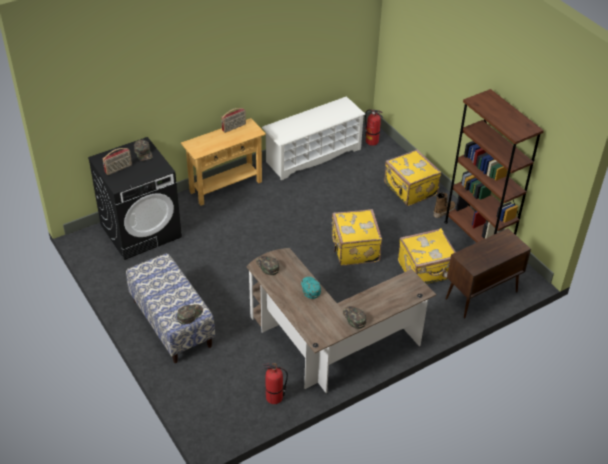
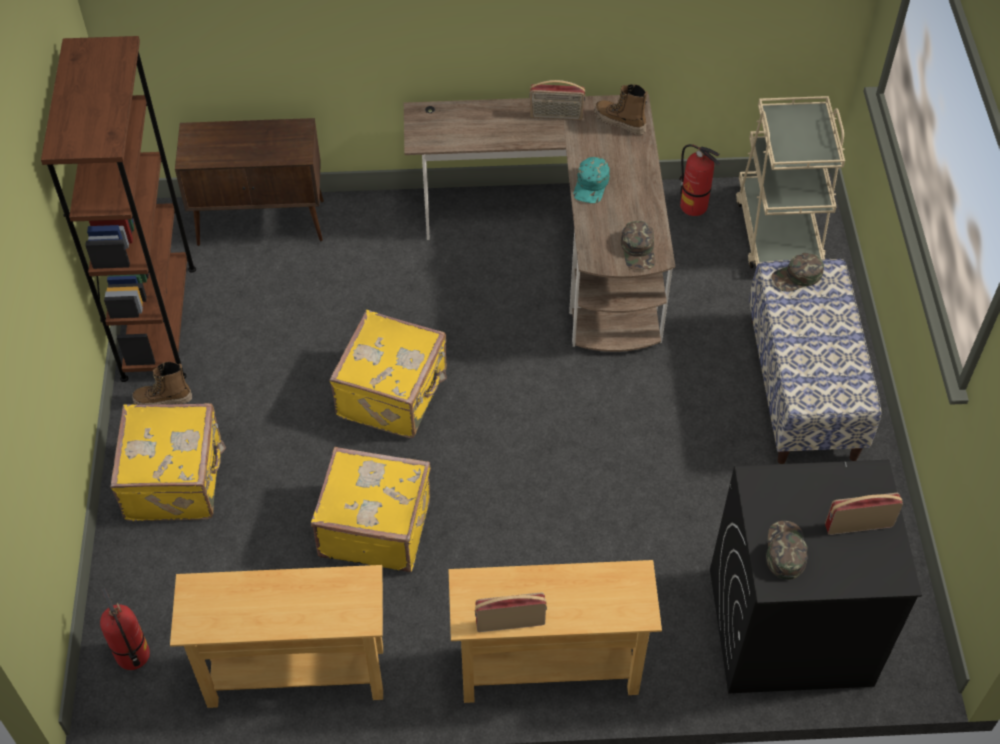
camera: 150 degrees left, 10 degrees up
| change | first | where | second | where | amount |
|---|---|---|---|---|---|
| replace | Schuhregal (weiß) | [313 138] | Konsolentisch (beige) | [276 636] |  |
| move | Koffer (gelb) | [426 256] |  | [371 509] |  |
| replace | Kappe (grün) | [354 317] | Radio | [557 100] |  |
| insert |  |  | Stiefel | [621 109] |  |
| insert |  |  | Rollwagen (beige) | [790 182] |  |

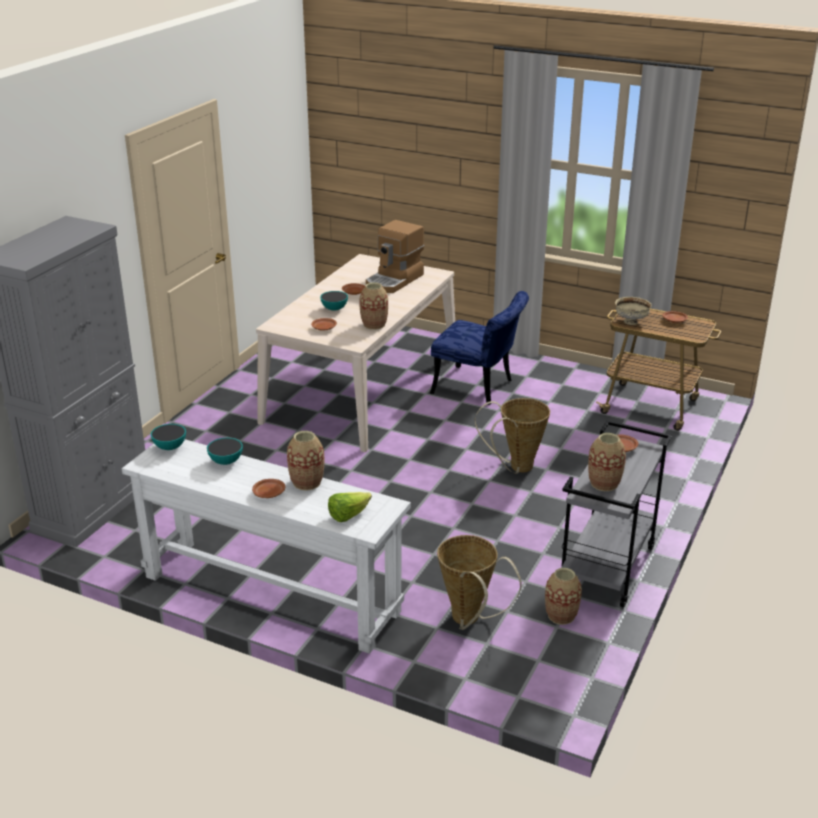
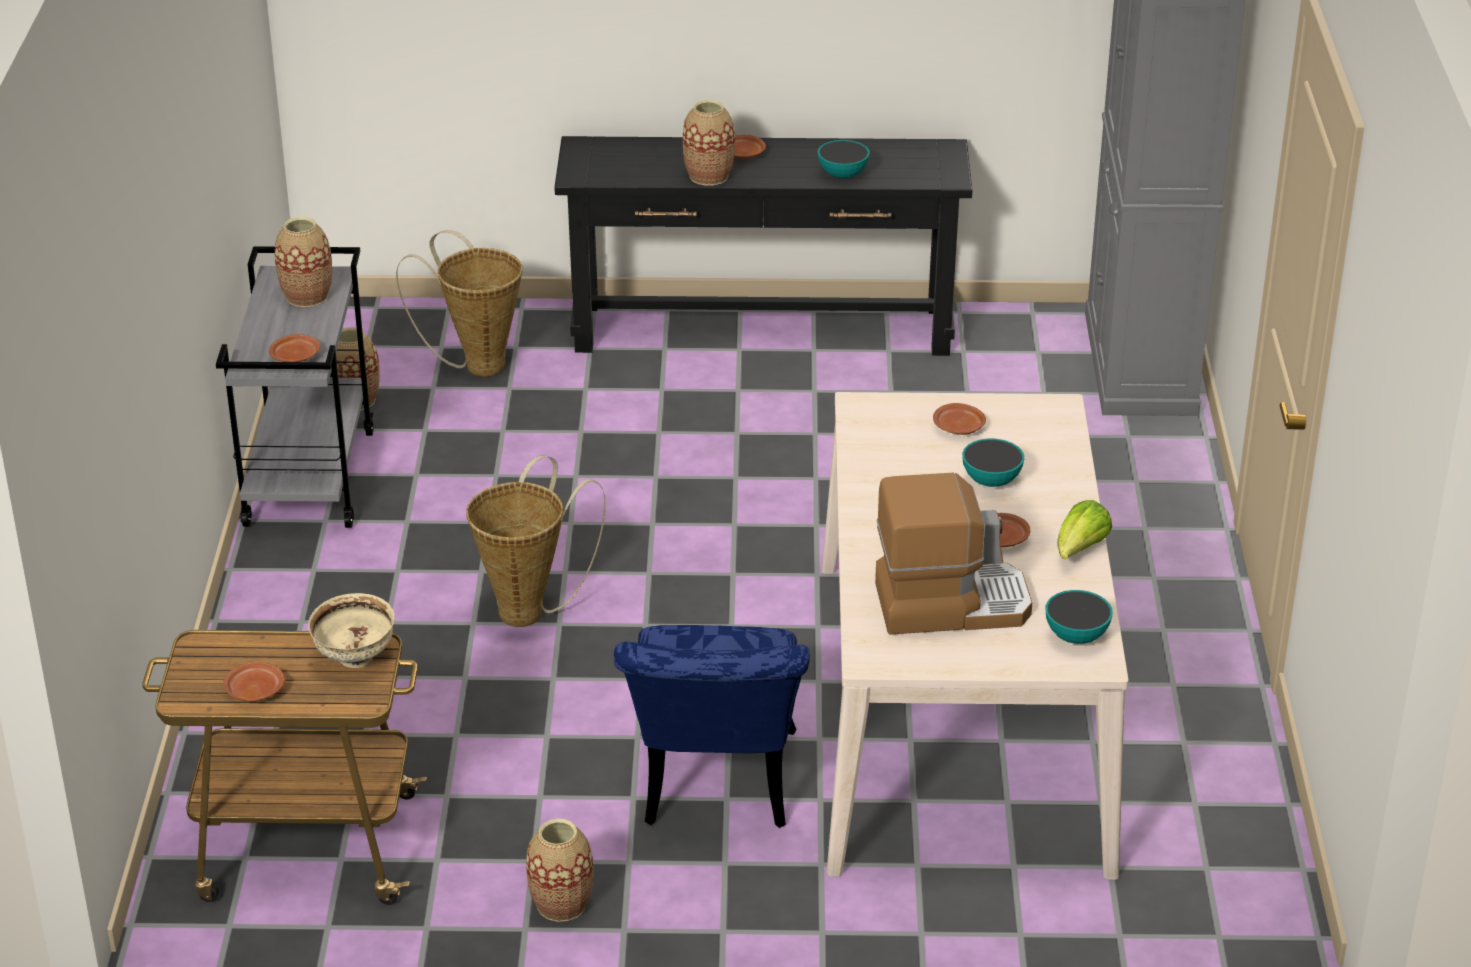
camera: 155 degrees right, 5 degrees up
| change | first | where | second | where | amount |
|---|---|---|---|---|---|
| move | Vase | [373 306] |  | [559 870] |  |
| recolor | Konsolentisch (weiß) | [266 546] | Konsolentisch (schwarz) | [763 246] |  |
| rotate | Stuhl (blau) | [479 348] |  | [712 726] | 90 degrees counterclockwise |
| rotate | Kaffeemaschine | [395 256] |  | [953 554] | 75 degrees clockwise |
| move | Schüssel | [168 437] |  | [1079 617] |  |
| move | Salatkopf | [350 507] |  | [1084 529] |  |

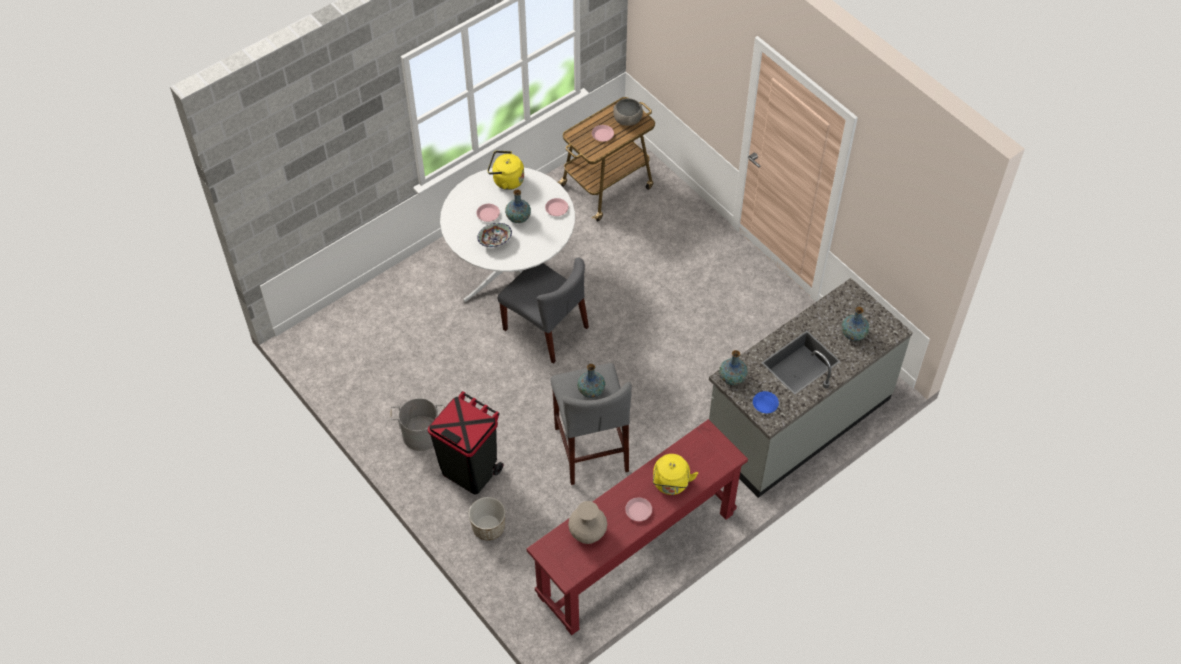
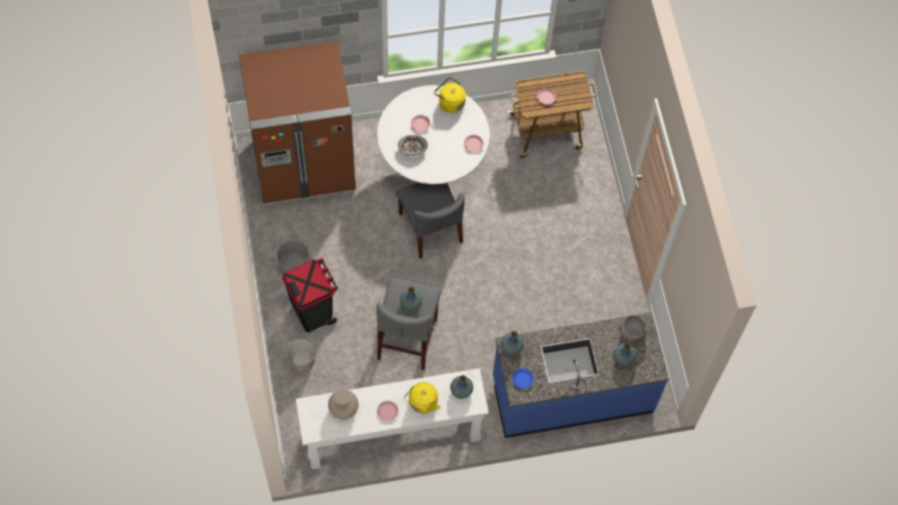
camera: 25 degrees right, 10 degrees up
| change | first | where | second | where | amount |
|---|---|---|---|---|---|
| insert |  |  | Kühlschrank (braun) | [297 123] |  |
| recolor | Konsolentisch (rot) | [637 527] | Konsolentisch (weiß) | [392 418] |  |
| move | Vase | [518 206] |  | [461 387] |  |
| recolor | Küchenzeile (grau) | [811 388] | Küchenzeile (blau) | [581 375] |  |
| move | Schüssel (grau) | [628 112] |  | [633 329] |  |

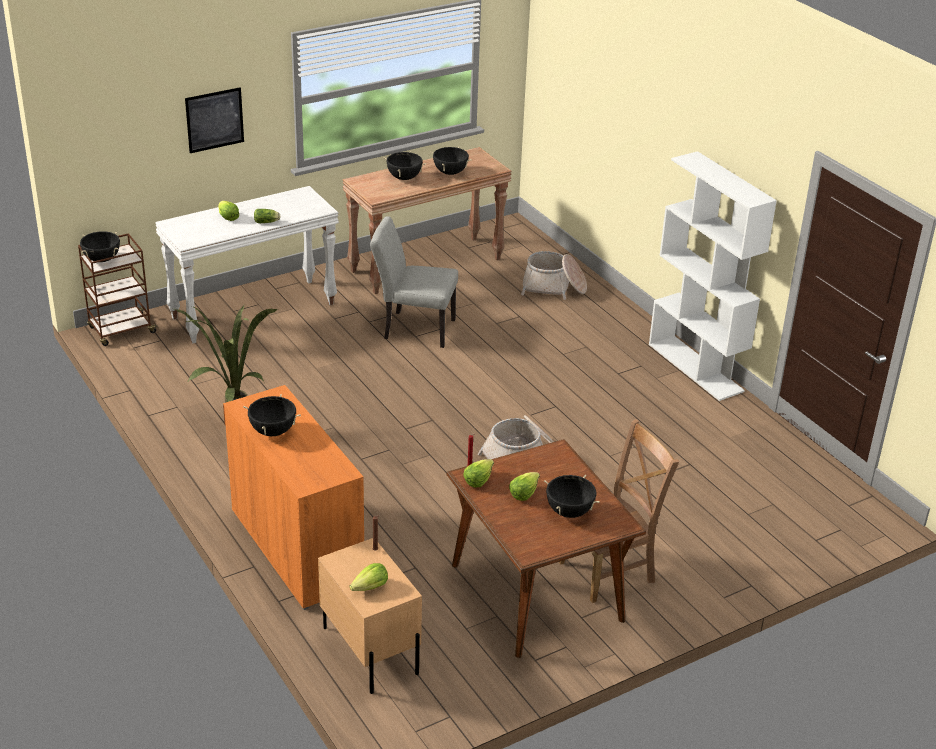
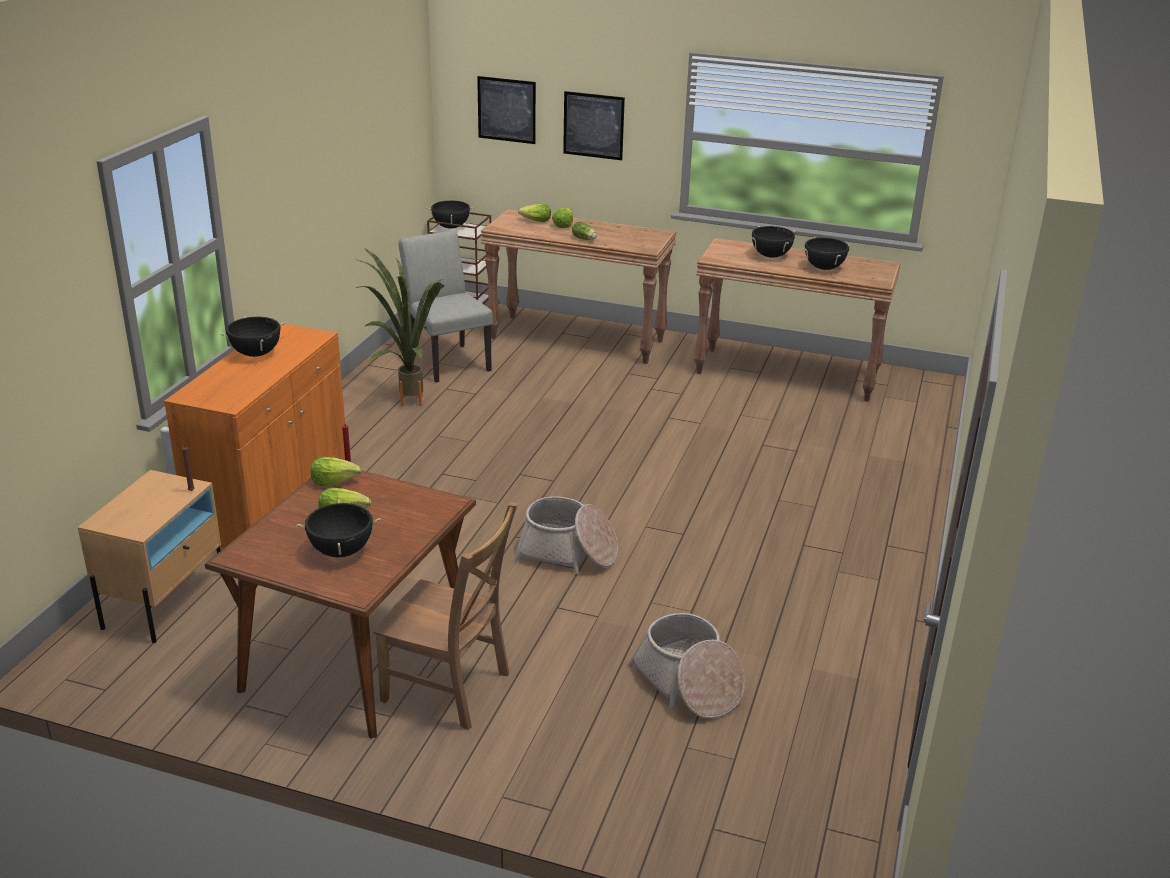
camera: 50 degrees right, 5 degrees down
| change | first | where | second | where | amount |
|---|---|---|---|---|---|
| move | Stuhl (grau) | [414 282] |  | [446 307] |  |
| insert |  |  | Bild | [506 110] |  |
| recolor | Konsolentisch (weiß) | [247 264] | Konsolentisch (braun) | [578 286] |  |
| move | Salatkopf | [369 577] |  | [534 213] |  |
| move | Korb | [554 275] |  | [686 666] |  |
| delete | Bücherregal (weiß) | [713 276] |  |  |  |

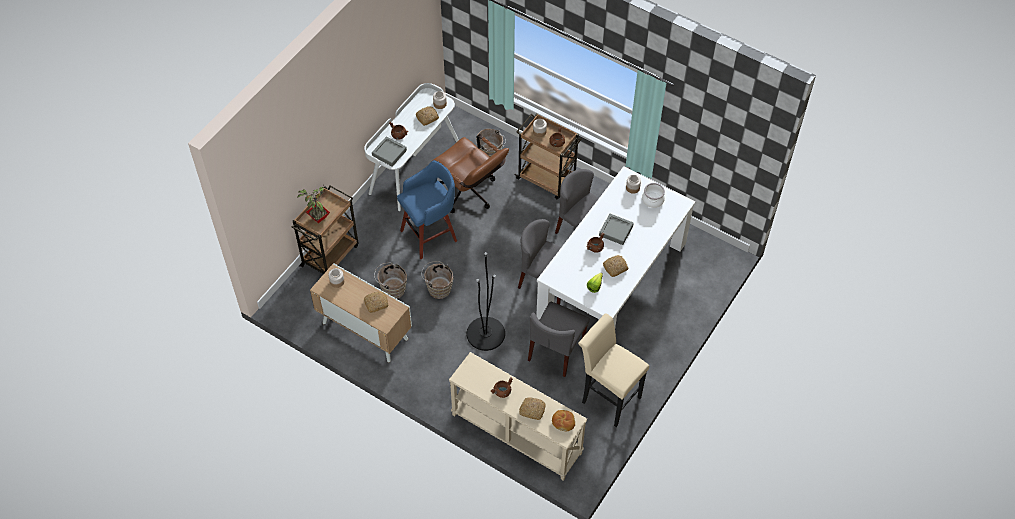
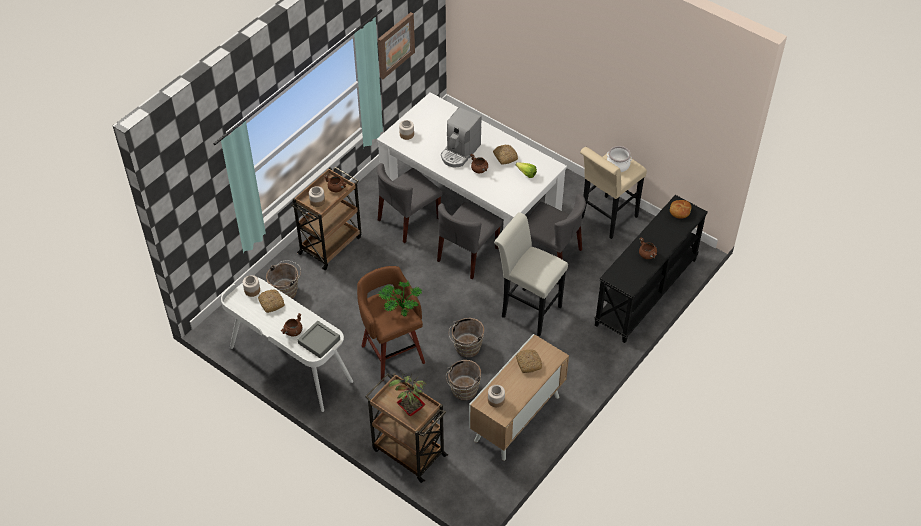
camera: 85 degrees left, 5 degrees down
| change | first | where | second | where | amount |
|---|---|---|---|---|---|
| recolor | Hocker (blau) | [427 209] | Hocker (braun) | [391 323] |  |
| insert |  |  | Bild | [396 45] |  |
| insert |  |  | Topfpflanze | [400 298] |  |
| replace | Tablett (grau) | [616 229] | Kaffeemaschine | [461 137] |  |
| replace | Stehlampe (schwarz) | [486 301] | Hocker (weiß) | [531 274] |  |
| recolor | Konsolentisch (beige) | [518 416] | Konsolentisch (schwarz) | [650 269] |  |
| move | Kochtopf | [653 195] |  | [619 159] |  |
| delete | Bürostuhl (braun) | [469 173] |  |  |  |
| delete | Brot | [532 408] |  |  |  |

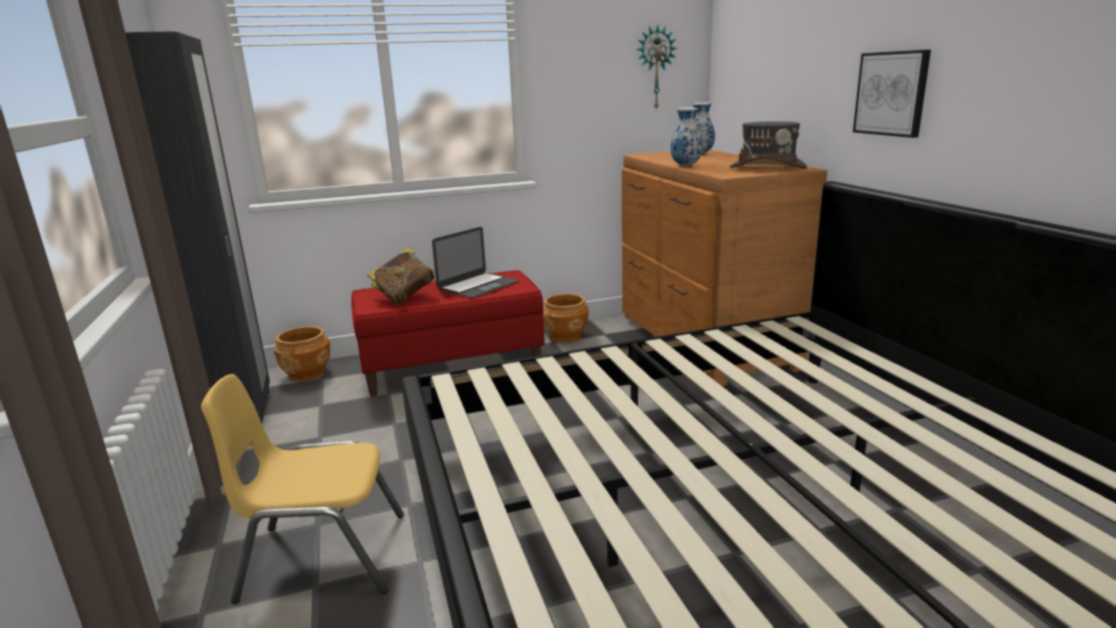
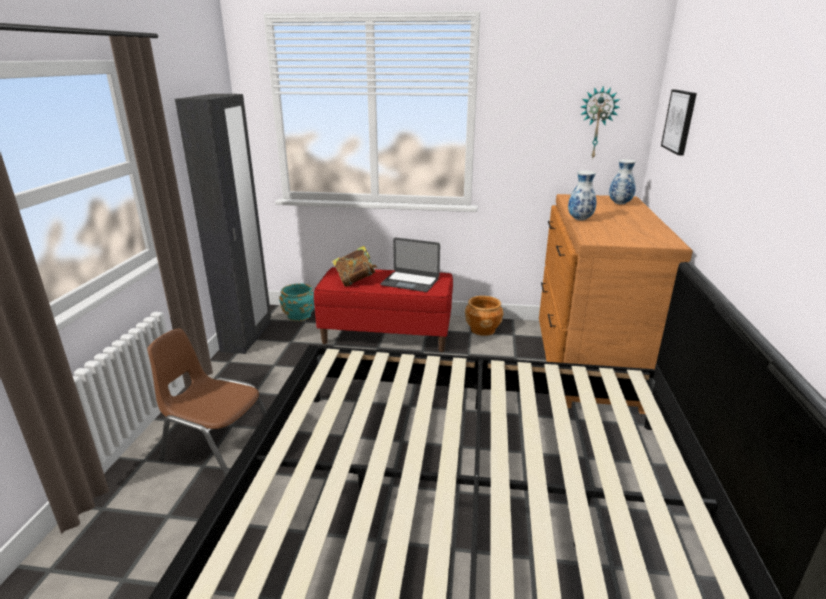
camera: 25 degrees right, 5 degrees up
| change | first | where | second | where | amount |
|---|---|---|---|---|---|
| recolor | Stuhl (gelb) | [302 489] | Stuhl (braun) | [207 402] |  |
| recolor | Pflanzkübel (braun) | [302 354] | Pflanzkübel (türkis) | [296 302] |  |
| rotate | Laptop | [475 262] |  | [410 264] | 45 degrees clockwise |
| move | Bild | [892 94] |  | [679 122] |  |
| delete | Hut (grau) | [768 145] |  |  |  |

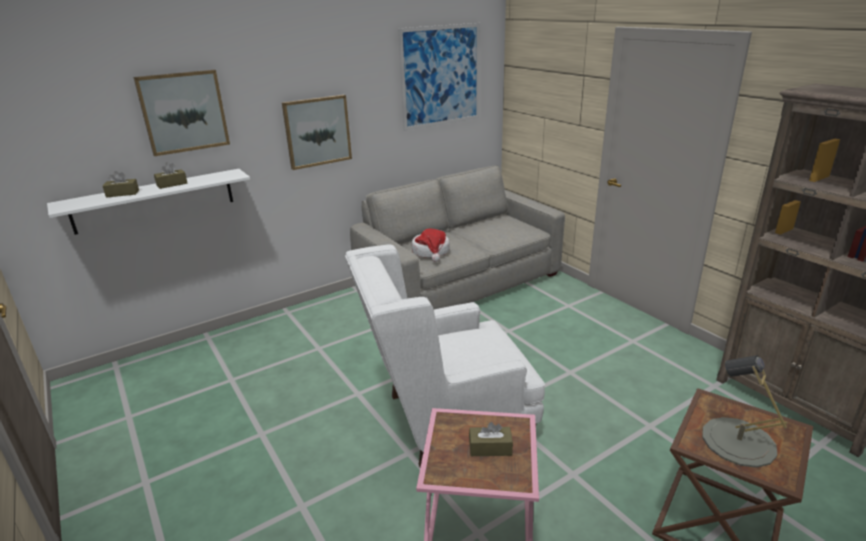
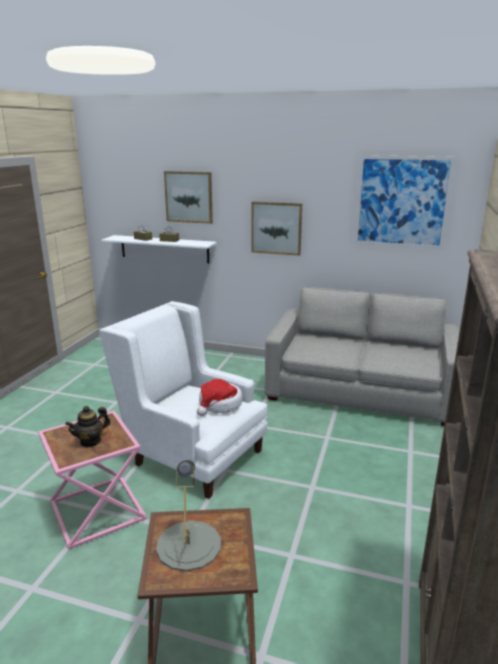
camera: 50 degrees right, 5 degrees down
| change | first | where | second | where | amount |
|---|---|---|---|---|---|
| replace | Taschentuchbox (braun) | [491 439] | Teekanne | [87 426] |  |
| move | Hut | [431 245] |  | [220 397] |  |

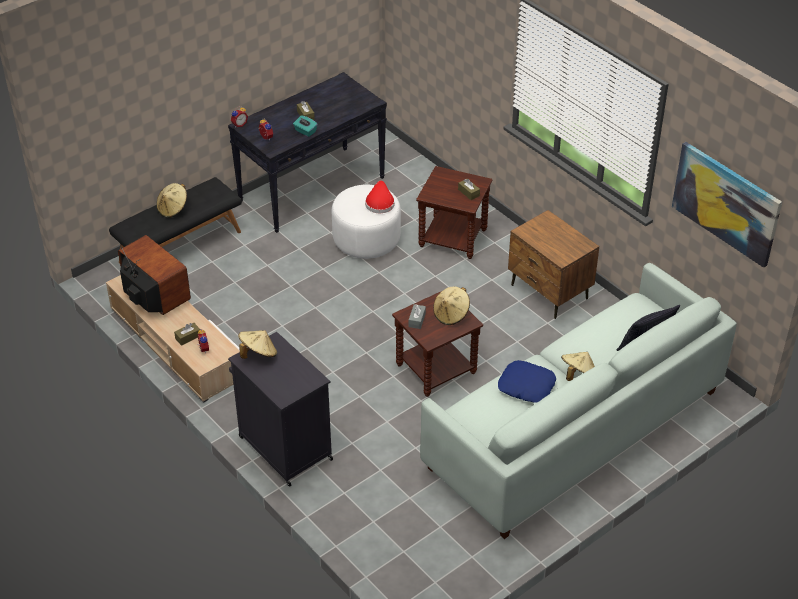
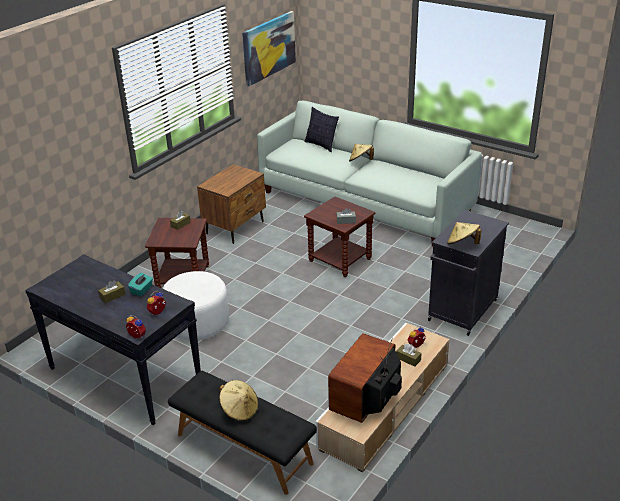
camera: 105 degrees left, 10 degrees down
| change | first | where | second | where | amount |
|---|---|---|---|---|---|
| delete | Hut (rot) | [380 197] |  |  |  |
| delete | Hut (beige) | [451 306] |  |  |  |
| delete | Kissen (blau) | [527 381] |  |  |  |

